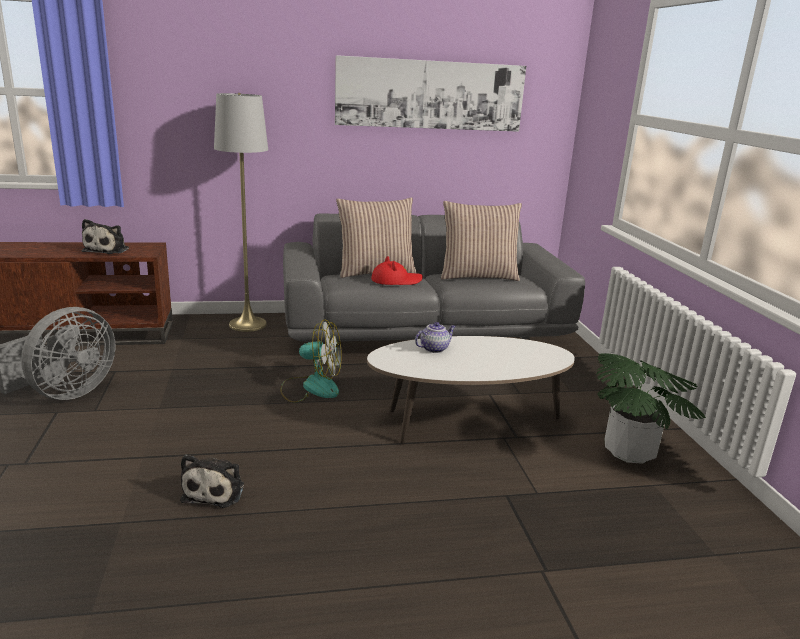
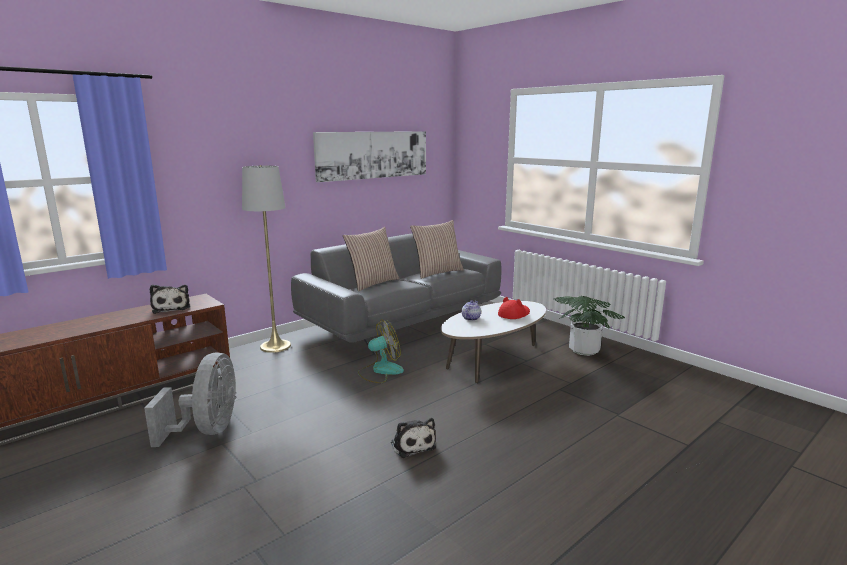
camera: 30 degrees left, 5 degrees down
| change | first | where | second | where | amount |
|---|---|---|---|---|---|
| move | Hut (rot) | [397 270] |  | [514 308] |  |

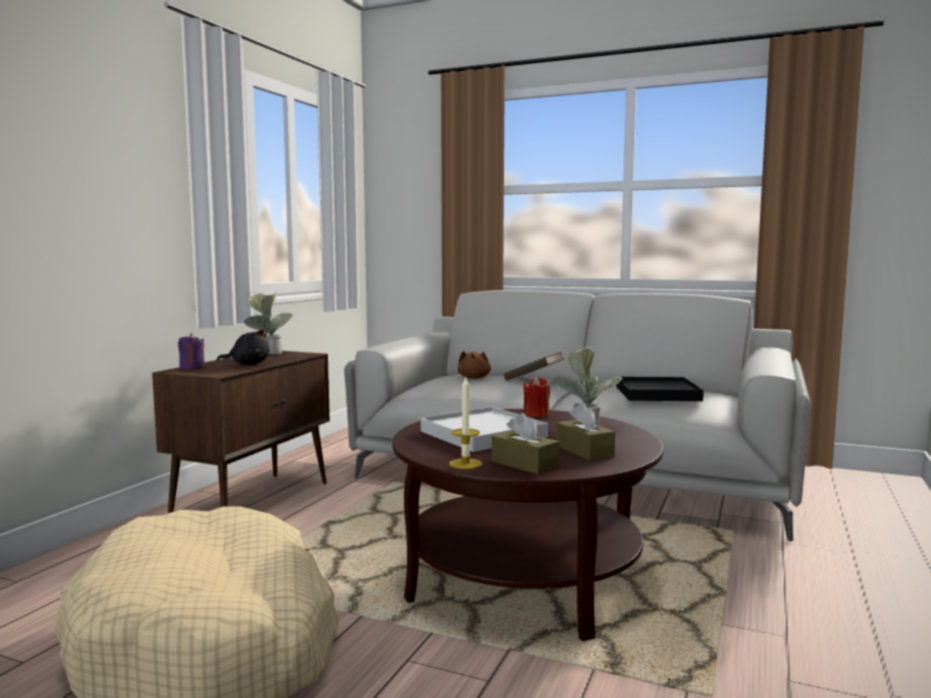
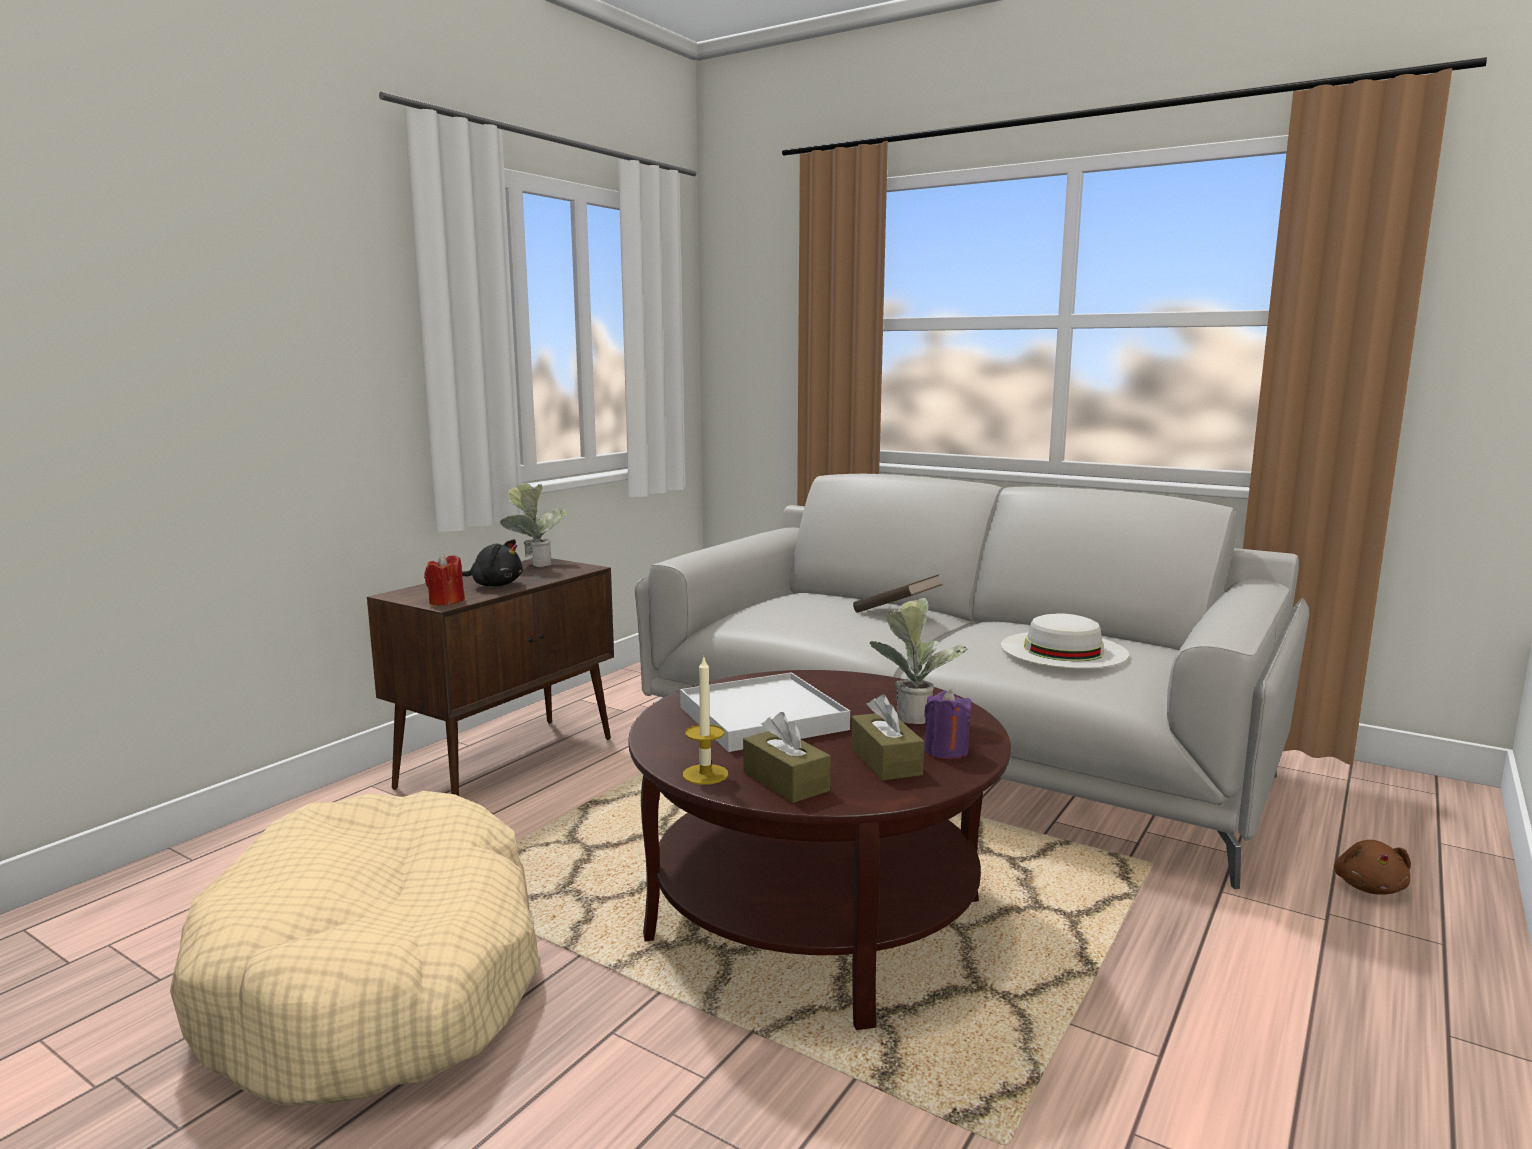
camera: 10 degrees right, 5 degrees up
| change | first | where | second | where | amount |
|---|---|---|---|---|---|
| move | Kerze (rot) | [536 396] |  | [444 579] |  |
| move | Kerze (lila) | [191 351] |  | [948 724] |  |
| replace | Tablett (schwarz) | [660 389] | Hut (weiß) | [1065 640] |  |
| move | Plüschtier (braun) | [474 365] |  | [1372 867] |  |

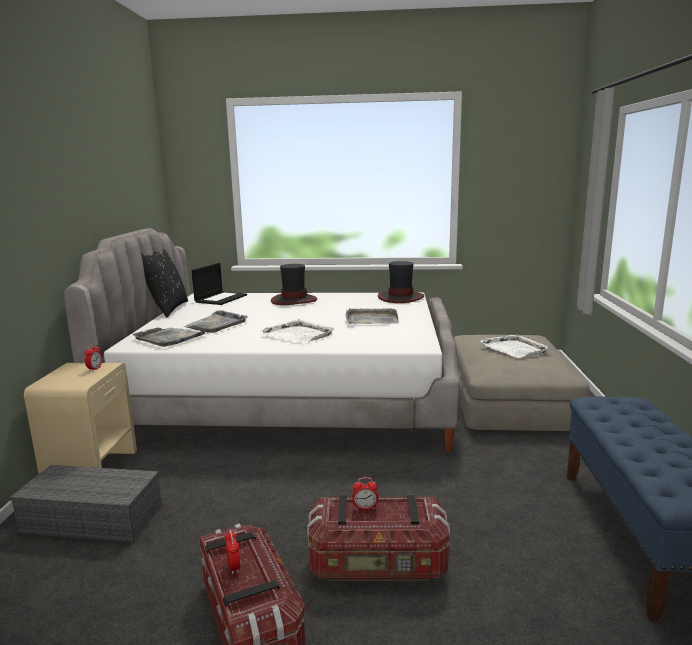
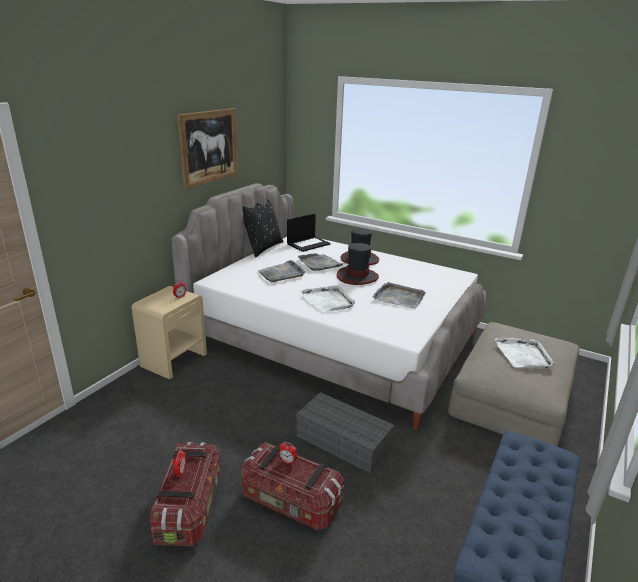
camera: 25 degrees right, 10 degrees up
| change | first | where | second | where | amount |
|---|---|---|---|---|---|
| insert |  |  | Bild | [207 148] |  |
| move | Aufbewahrungsbox (grau) | [86 503] |  | [345 433] |  |
| move | Tablett (grau) | [170 337] |  | [321 262] |  |
| move | Hut | [401 282] |  | [358 264] |  |

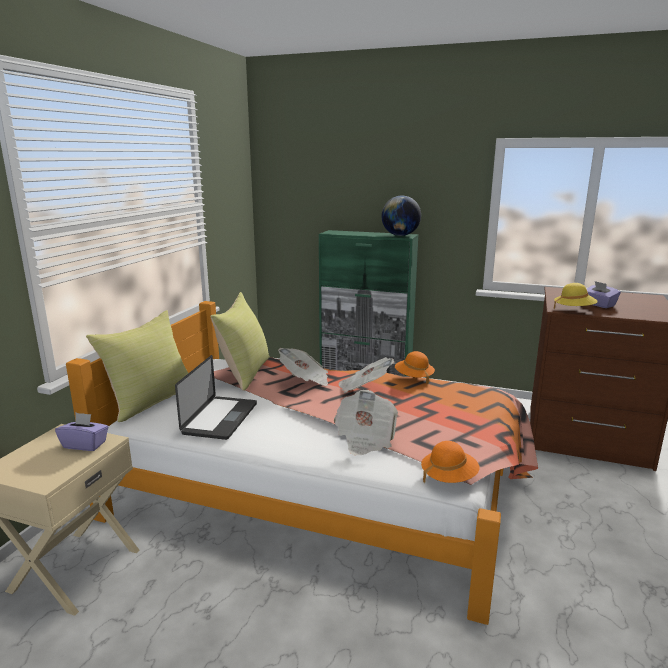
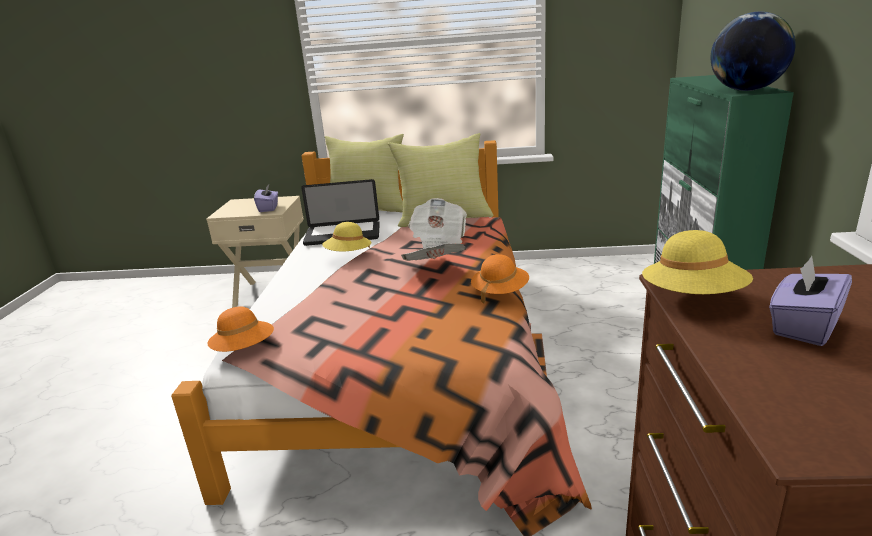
camera: 75 degrees right, 5 degrees up
| change | first | where | second | where | amount |
|---|---|---|---|---|---|
| insert |  |  | Hut (gelb) | [346 237] |  |
| delete | Zeitung | [366 422] |  |  |  |

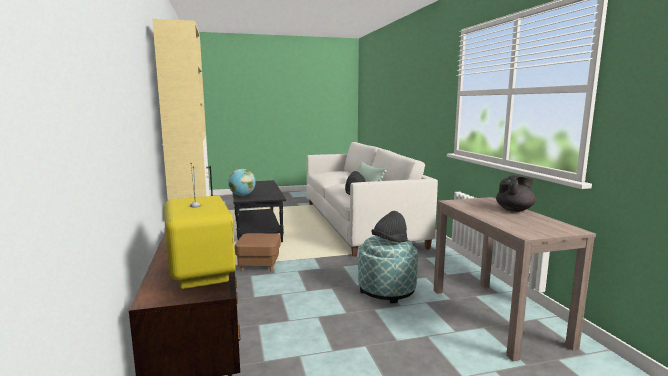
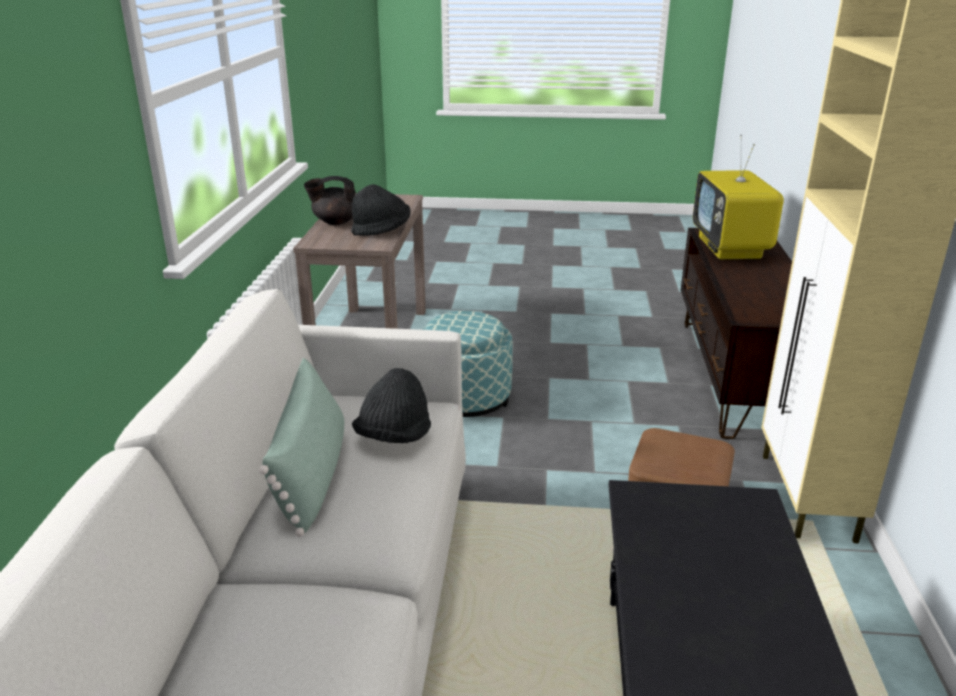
camera: 160 degrees left, 15 degrees up
| change | first | where | second | where | amount |
|---|---|---|---|---|---|
| move | Hut (schwarz) | [390 227] |  | [380 210] |  |
| delete | Globus | [242 182] |  |  |  |

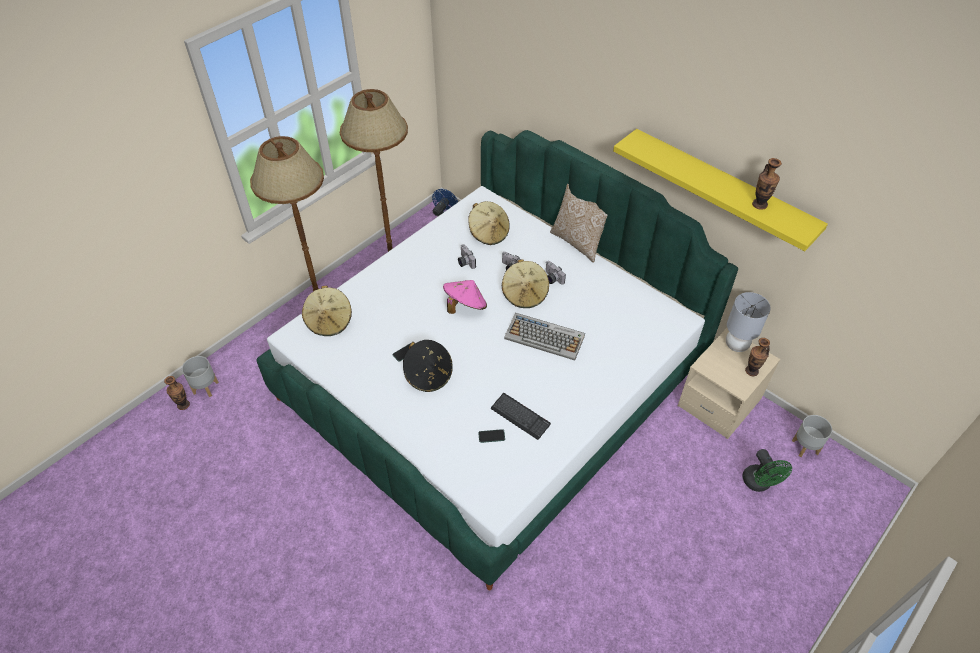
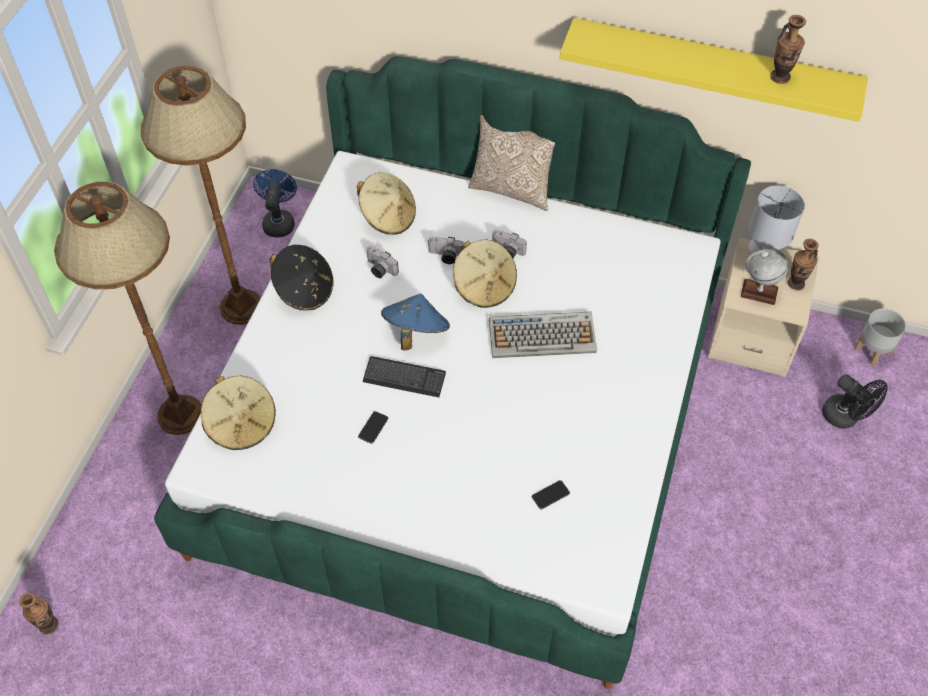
camera: 25 degrees left, 5 degrees up
| change | first | where | second | where | amount |
|---|---|---|---|---|---|
| move | Hut (schwarz) | [428 366] |  | [302 278] |  |
| move | Tastatur | [521 416] |  | [404 376] |  |
| recolor | Hut (rosa) | [465 297] | Hut (blau) | [415 322] |  |
| insert |  |  | Globus | [764 276] |  |
| recolor | Ventilator (grün) | [767 470] | Ventilator (schwarz) | [855 401] |  |
| delete | Pflanzkübel (grau) | [200 376] |  |  |  |

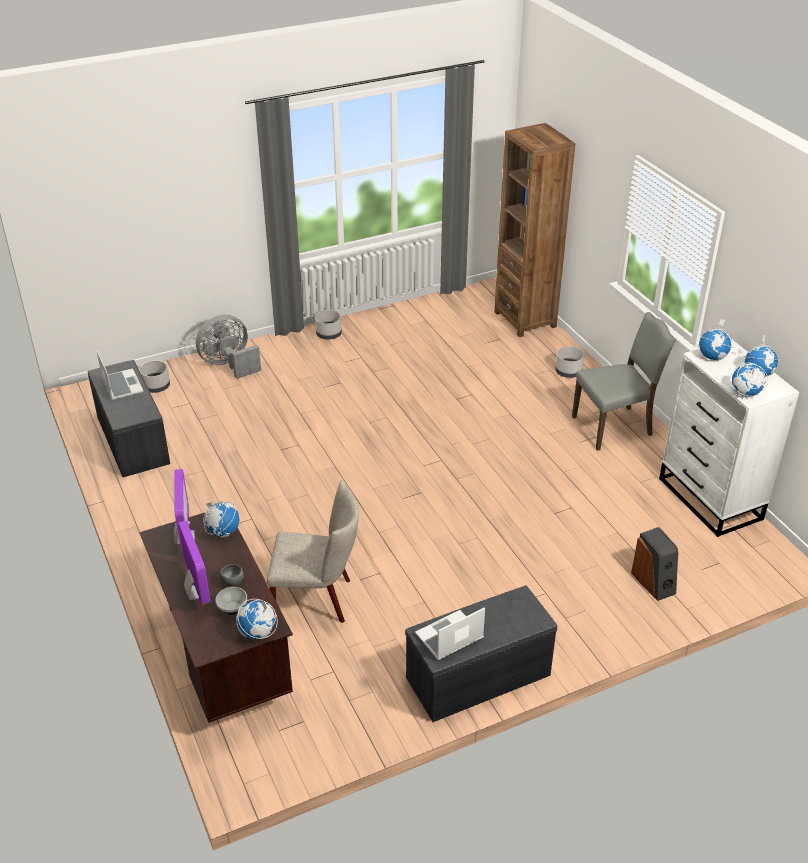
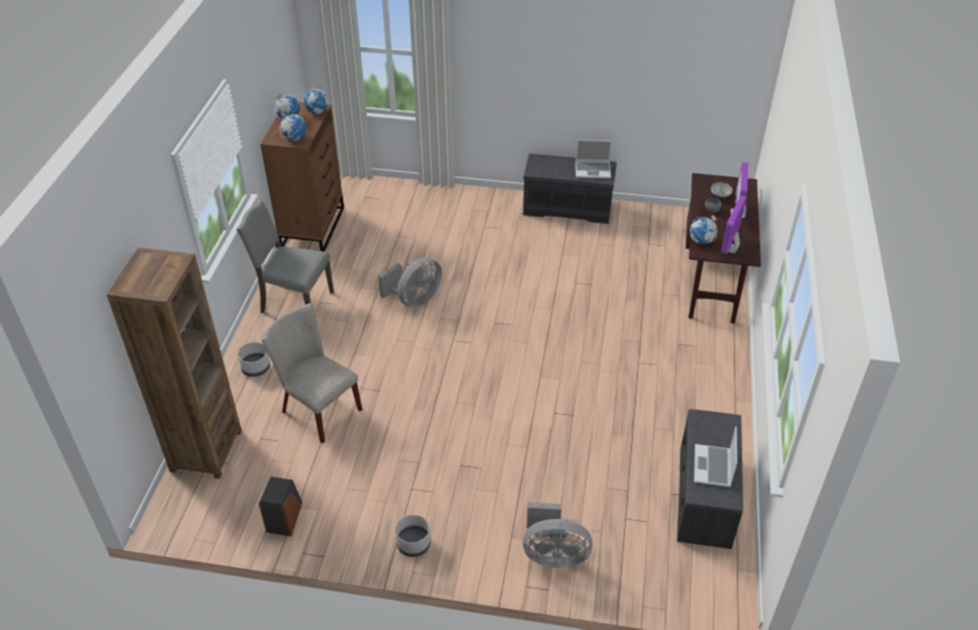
camera: 145 degrees left, 5 degrees up
| change | first | where | second | where | amount |
|---|---|---|---|---|---|
| move | Lautsprecher | [654 564] |  | [280 506] |  |
| recolor | Kommode (weiß) | [729 438] | Kommode (braun) | [302 177] |  |
| move | Stuhl (beige) | [313 551] |  | [312 373] |  |
| insert |  |  | Ventilator (grau) | [410 282] |  |
| delete | Pflanzkübel (grau) | [154 377] |  |  |  |
| delete | Globus | [257 619] |  |  |  |

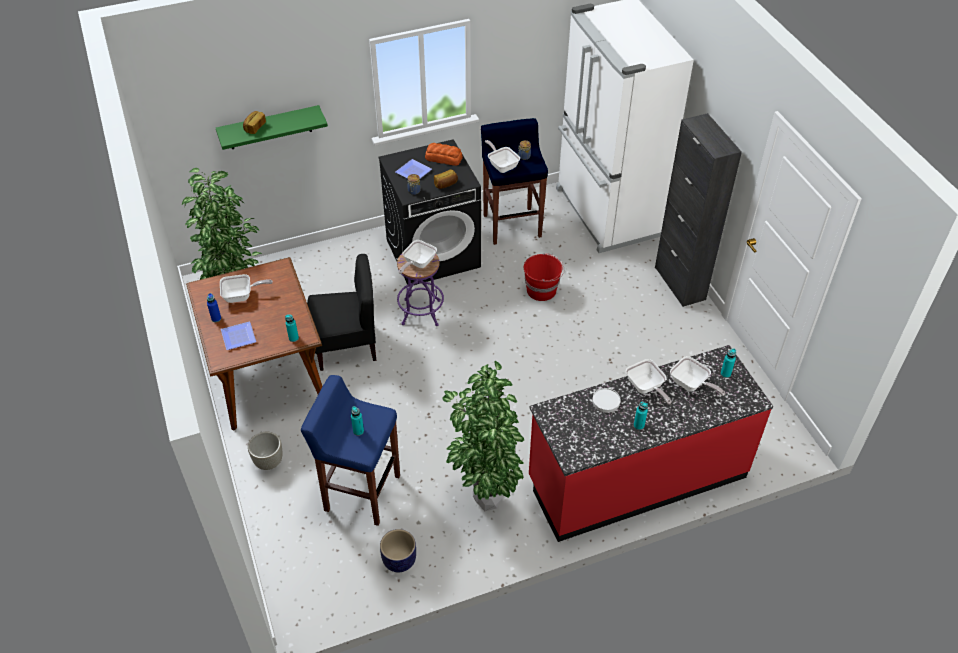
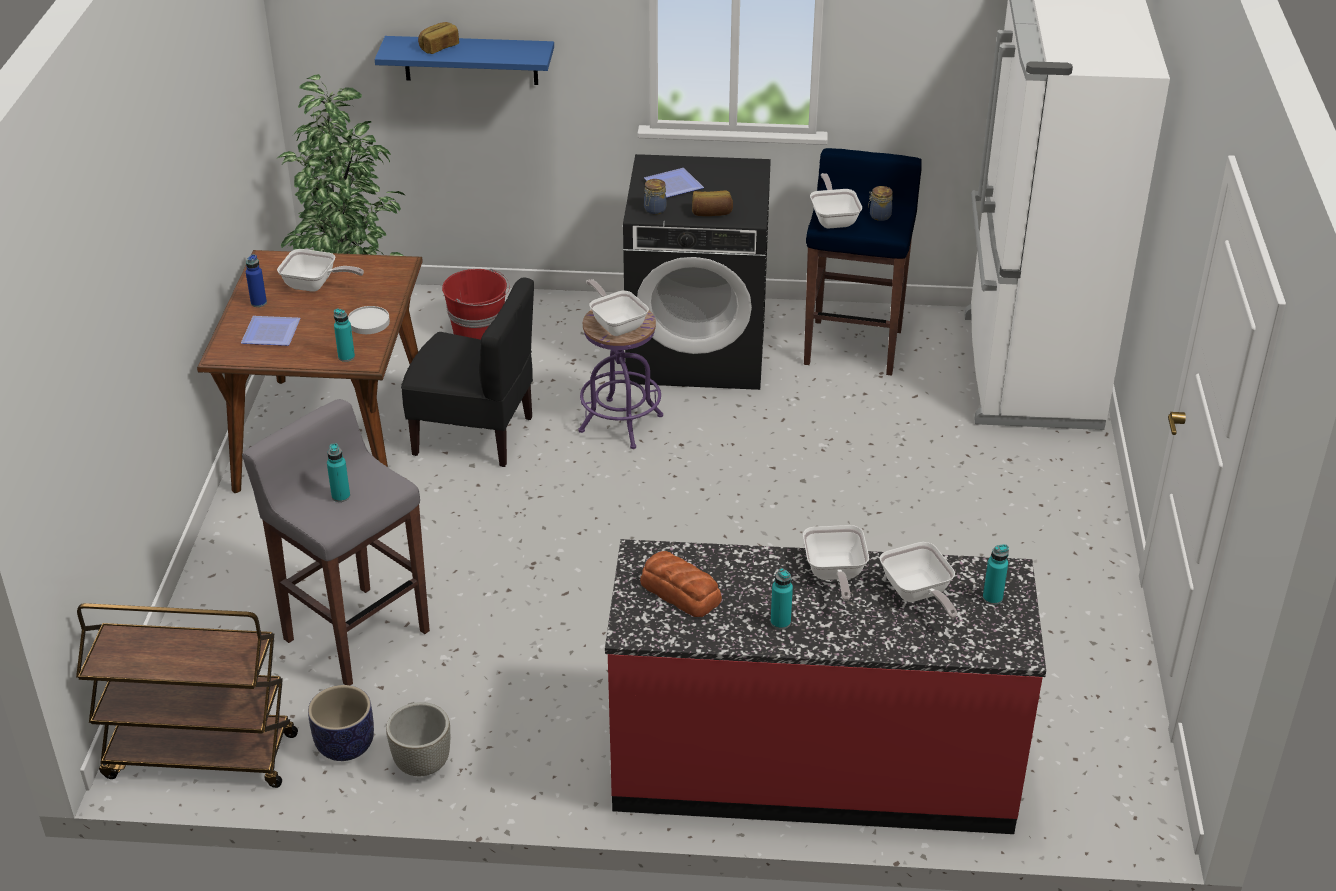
camera: 25 degrees right, 10 degrees down
| change | first | where | second | where | amount |
|---|---|---|---|---|---|
| insert |  |  | Rollwagen (braun) | [187 695] |  |
| recolor | Hocker (blau) | [350 450] | Hocker (grau) | [336 542] |  |
| move | Teller (weiß) | [606 400] |  | [369 320] |  |
| recolor | Wandregal (grün) | [272 127] | Wandregal (blau) | [464 60] |  |
| move | Pflanzkübel (grau) | [265 450] |  | [418 739] |  |
| move | Eimer (rot) | [544 277] |  | [476 304] |  |
| rotate | Pfanne | [417 257] |  | [617 307] | 90 degrees clockwise |
| move | Brot | [444 154] |  | [681 584] |  |
| delete | Topfpflanze | [483 436] |  |  |  |
| delete | Schrank (schwarz) | [698 210] |  |  |  |

